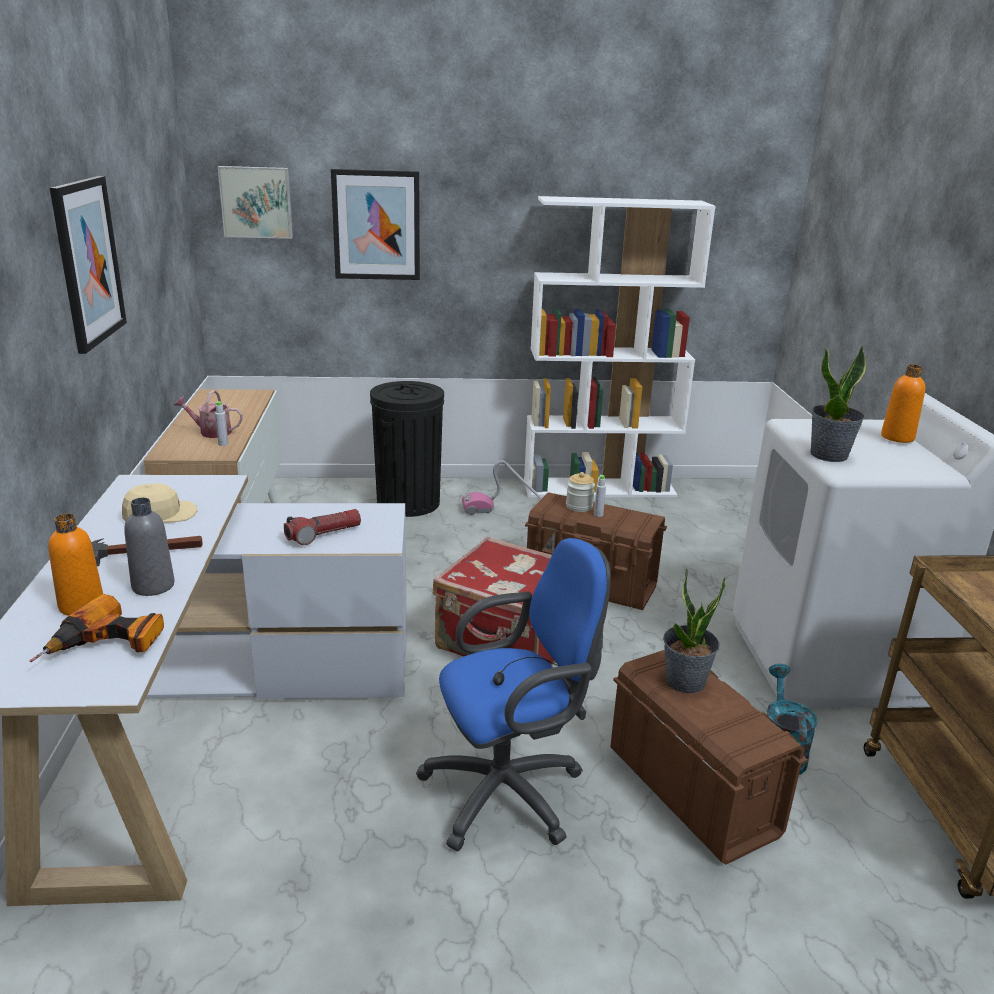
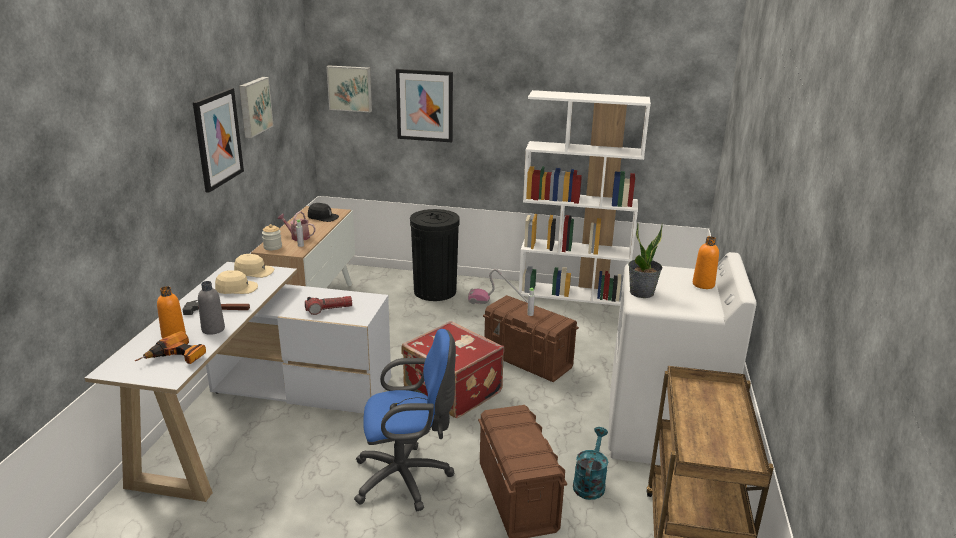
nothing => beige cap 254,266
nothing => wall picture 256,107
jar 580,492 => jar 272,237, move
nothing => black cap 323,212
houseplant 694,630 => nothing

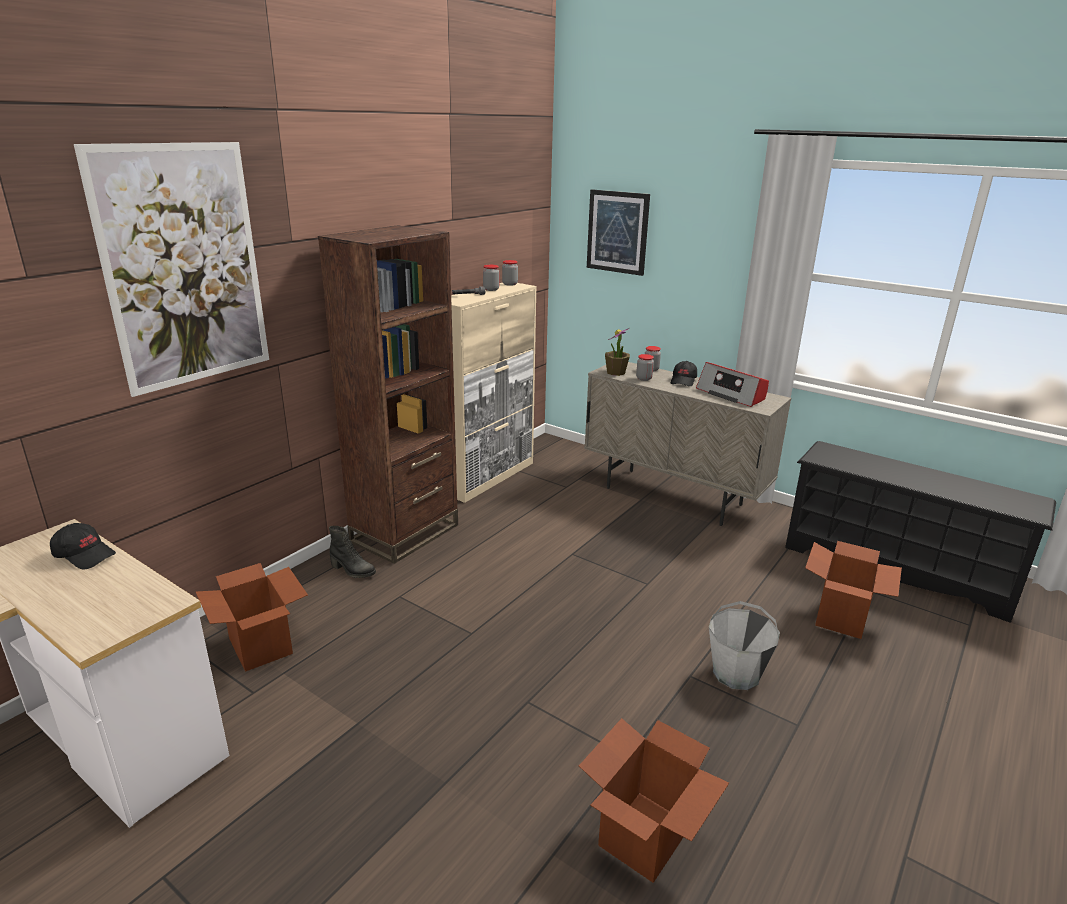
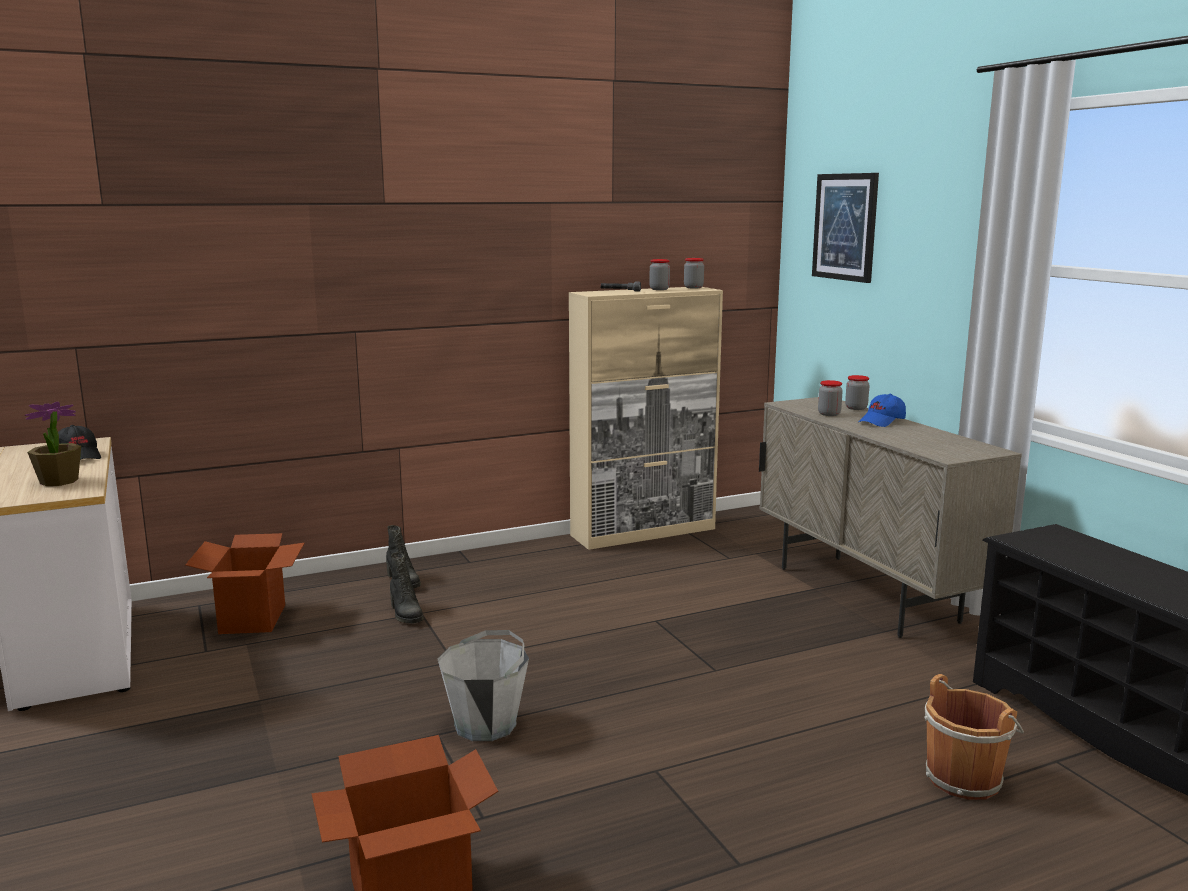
houseplant 617,352 => houseplant 52,444, move
nothing => black boot 406,587
greyish water bucket 744,645 => greyish water bucket 483,685, move
black cap 684,373 => bluish cap 882,410
carton 853,590 => brown water bucket 974,737
wall picture 171,269 => nothing
brown bookshelf 388,394 => nothing
radio 732,384 => nothing

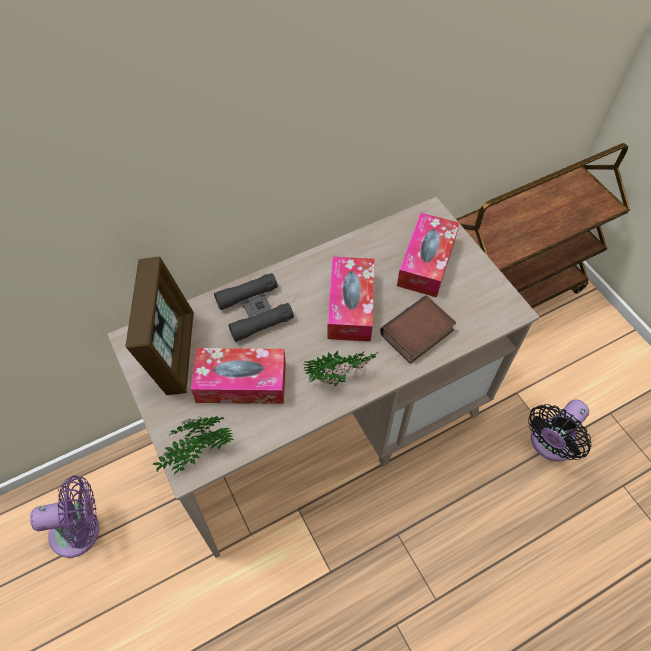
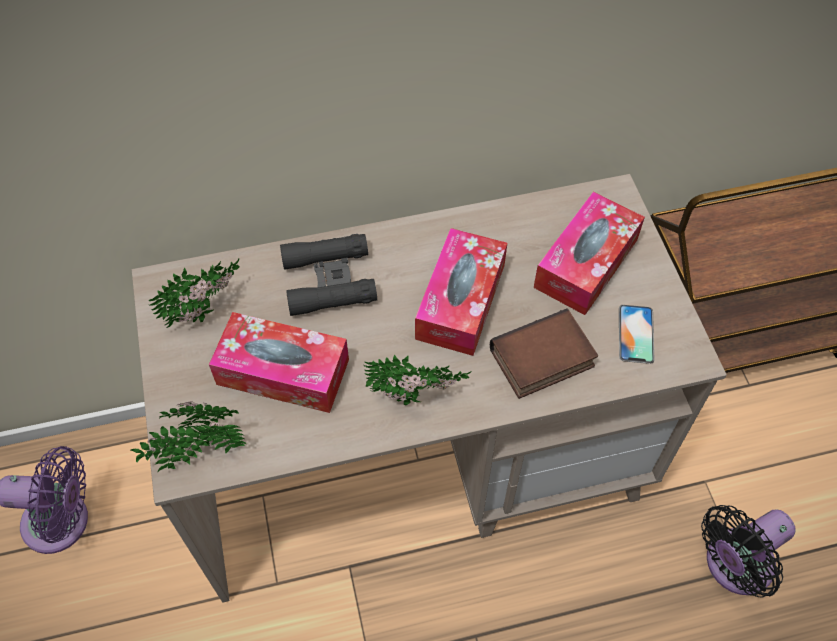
photo frame 159,326 => houseplant 194,293
nothing => telephone 637,334

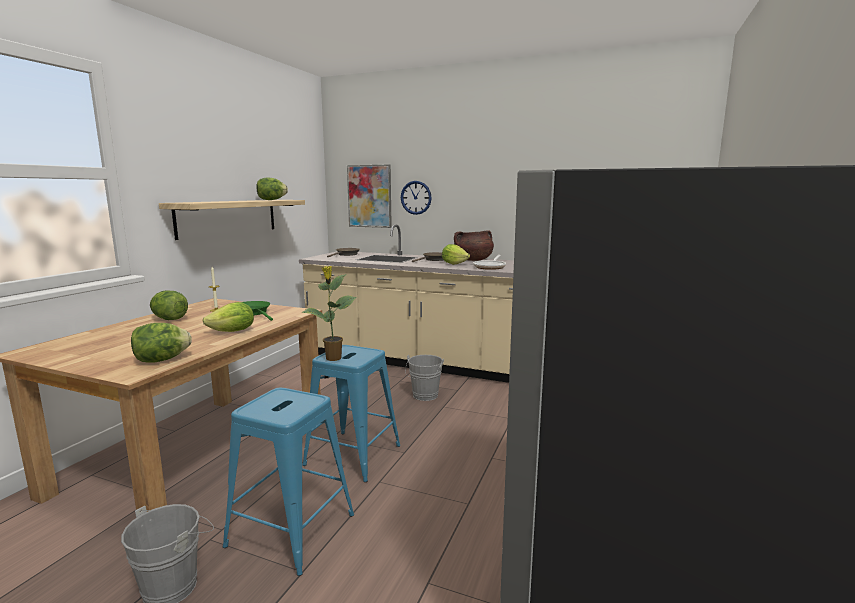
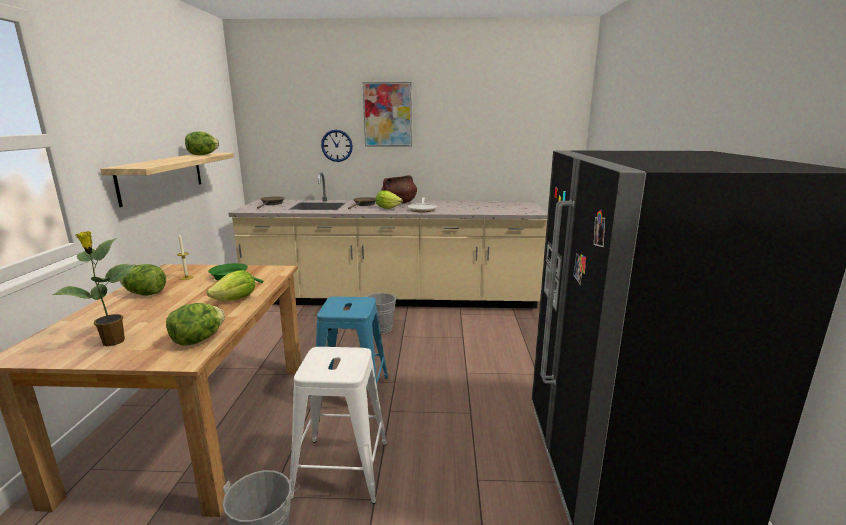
houseplant 329,313 => houseplant 94,288, move
bluish stool seat 288,482 => white stool seat 338,425
wall picture 369,196 => wall picture 387,114, move

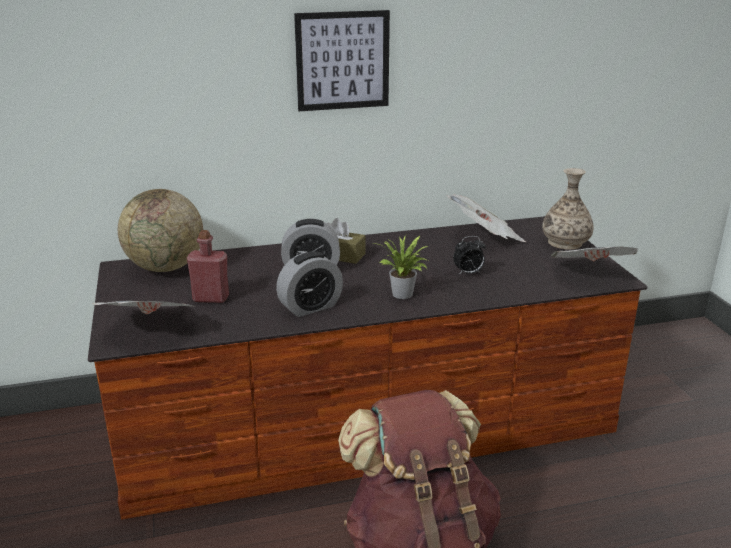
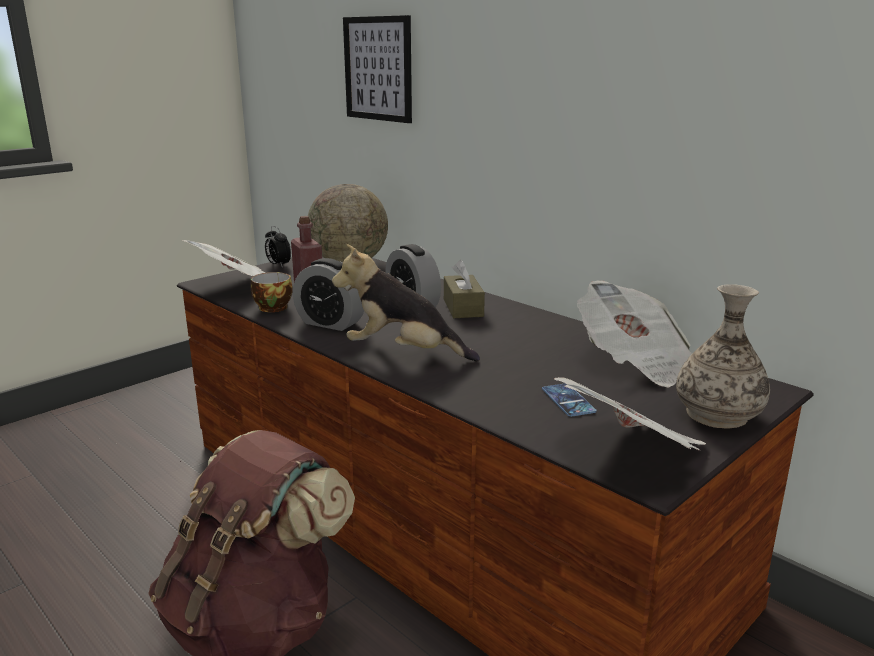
nothing => cup 272,292
bedside clock 469,255 => bedside clock 278,247, move
houseplant 400,267 => plush toy 406,302
wall picture 342,60 => wall picture 377,69, move
nothing => telephone 569,400

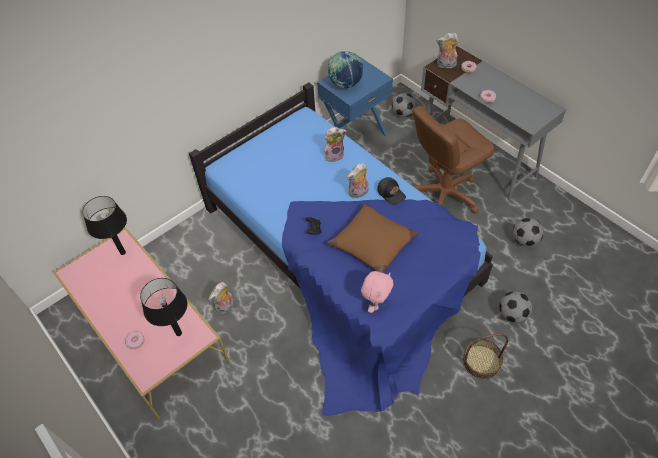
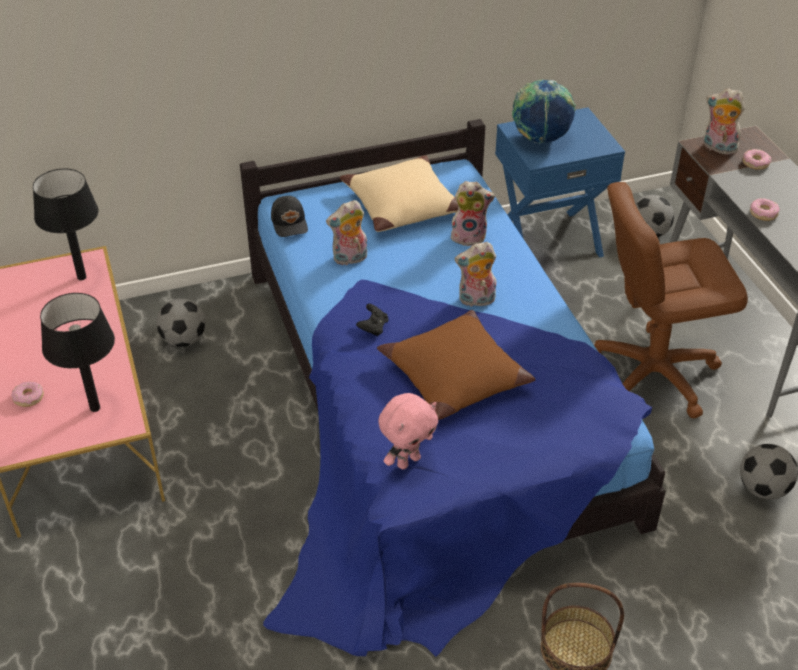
football ball 515,307 => football ball 181,322, move
black cap 391,191 => black cap 289,216, move
plush toy 221,298 => plush toy 346,232, move
nothing => beige cushion 399,193

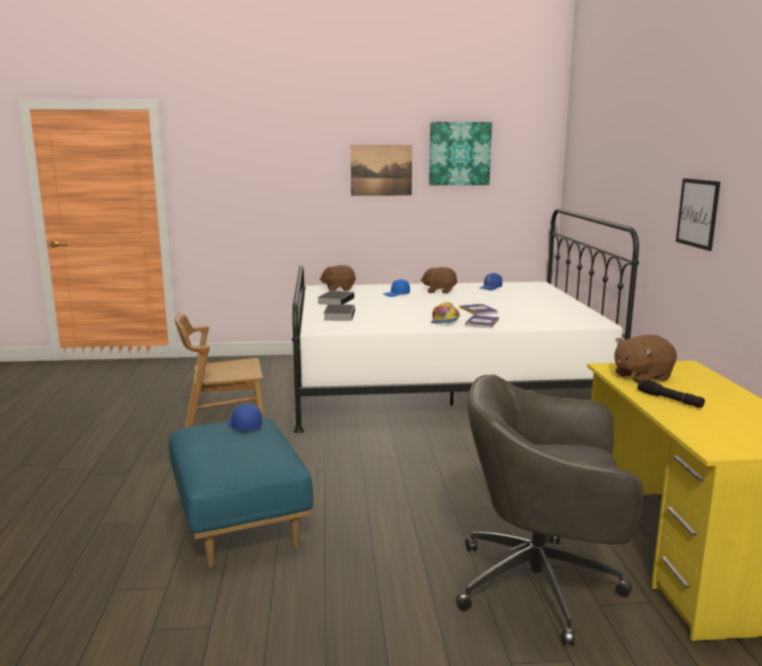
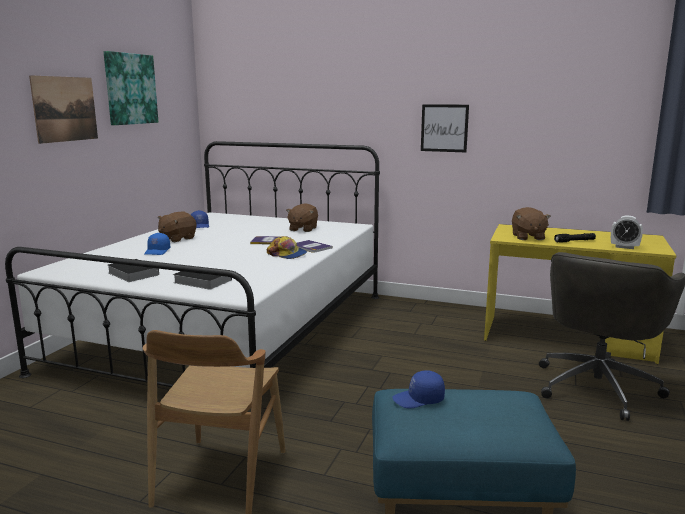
brown plush toy 338,278 => brown plush toy 302,217, move
nothing => bedside clock 627,232

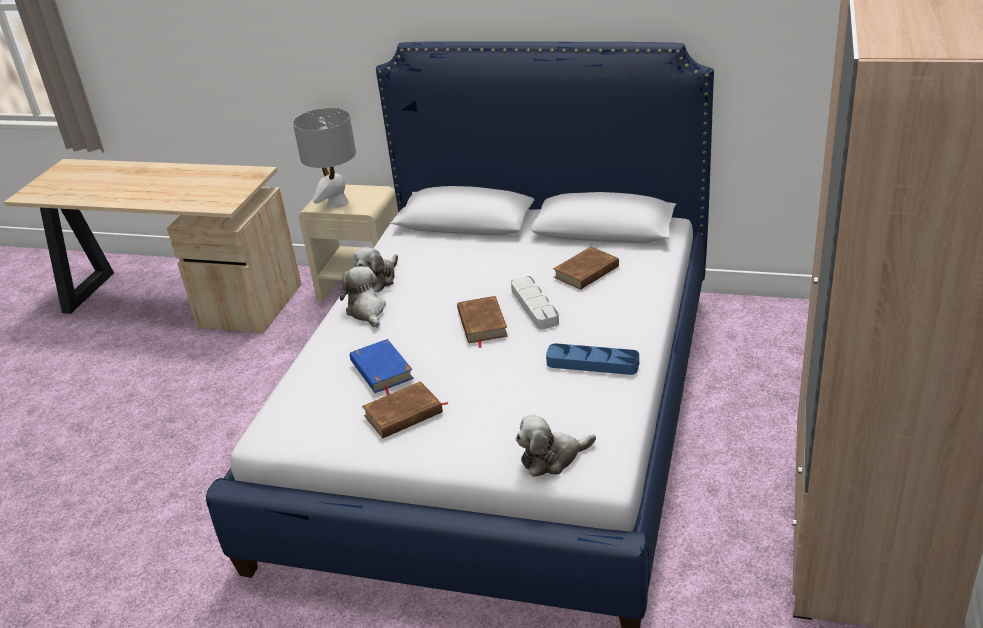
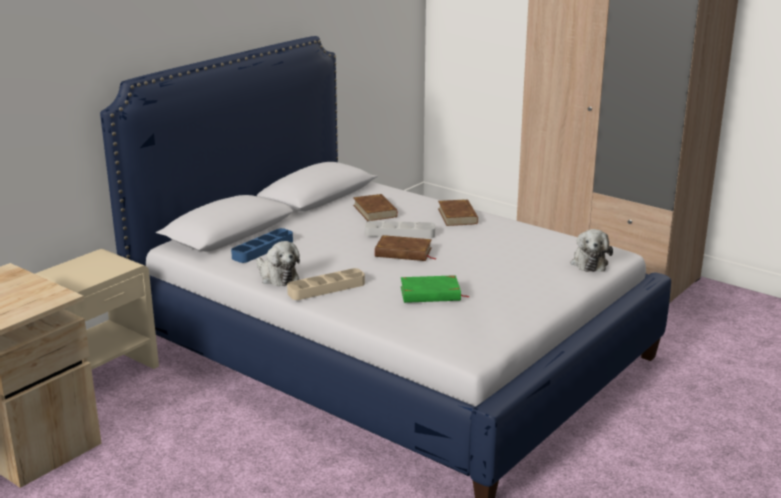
bluish carrying tray 592,359 => bluish carrying tray 262,245, move
plush toy 363,297 => beige carrying tray 326,284
bluish volume 382,367 => green-coloured volume 435,289
brown volume 405,409 => brown volume 458,212, move
greyish lamp for a table 324,158 => nothing

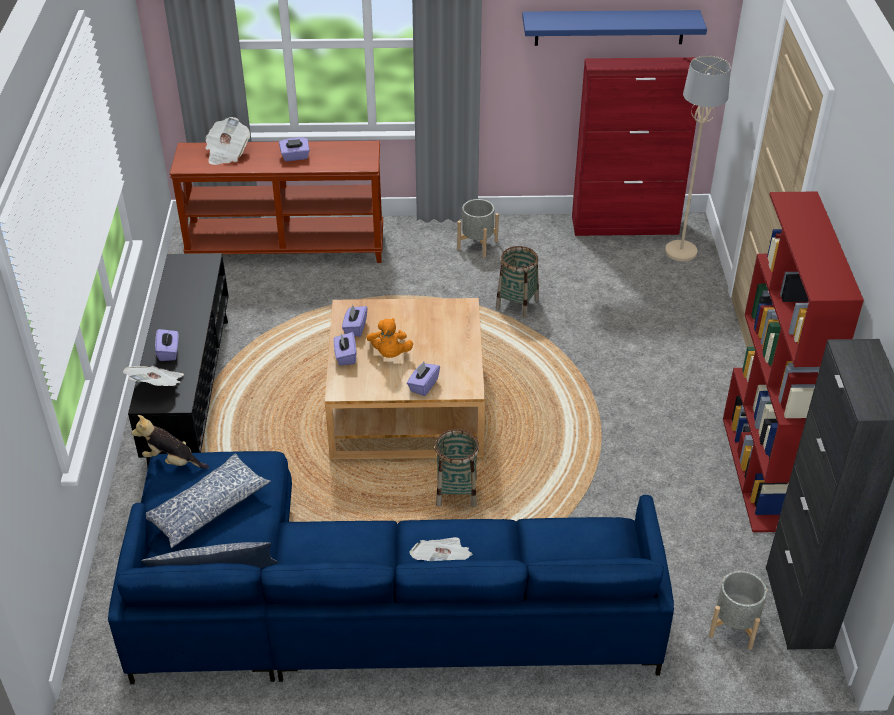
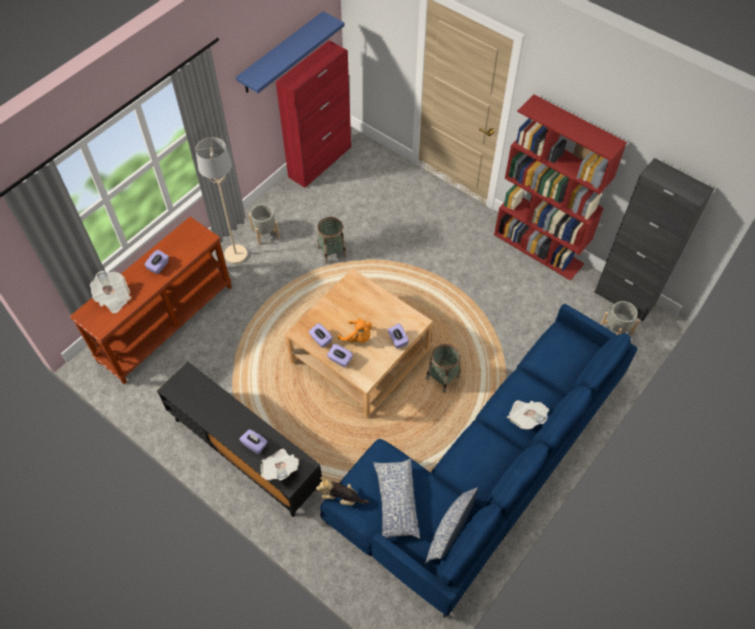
beige standard lamp 698,158 => beige standard lamp 221,200, move
plush toy 170,442 => plush toy 343,491, 45 degrees clockwise

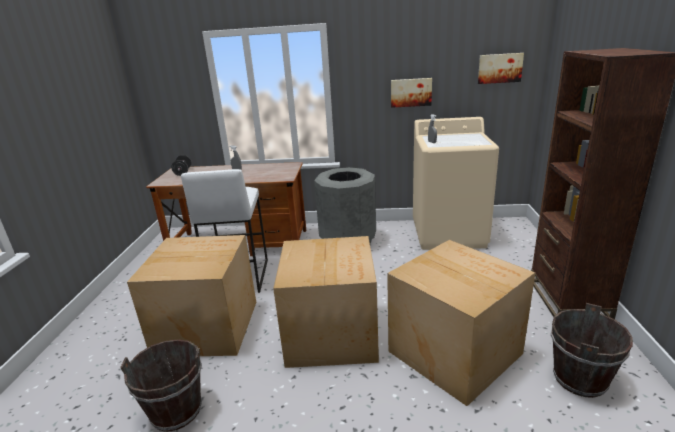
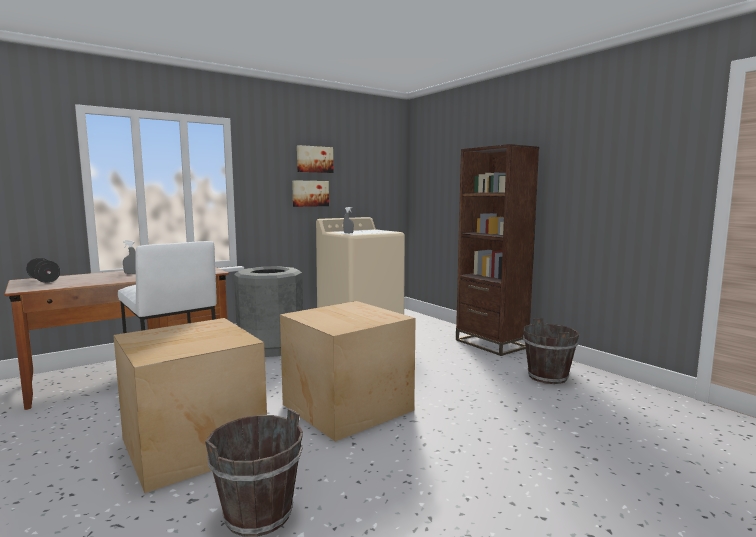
wall picture 501,68 => wall picture 315,159, move
carton 461,323 => nothing

